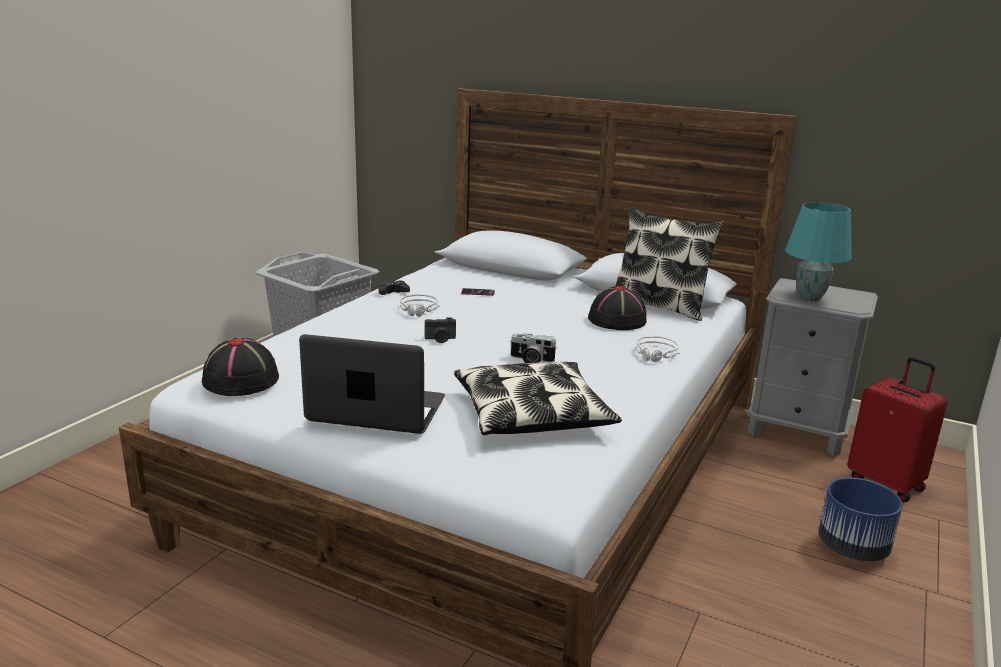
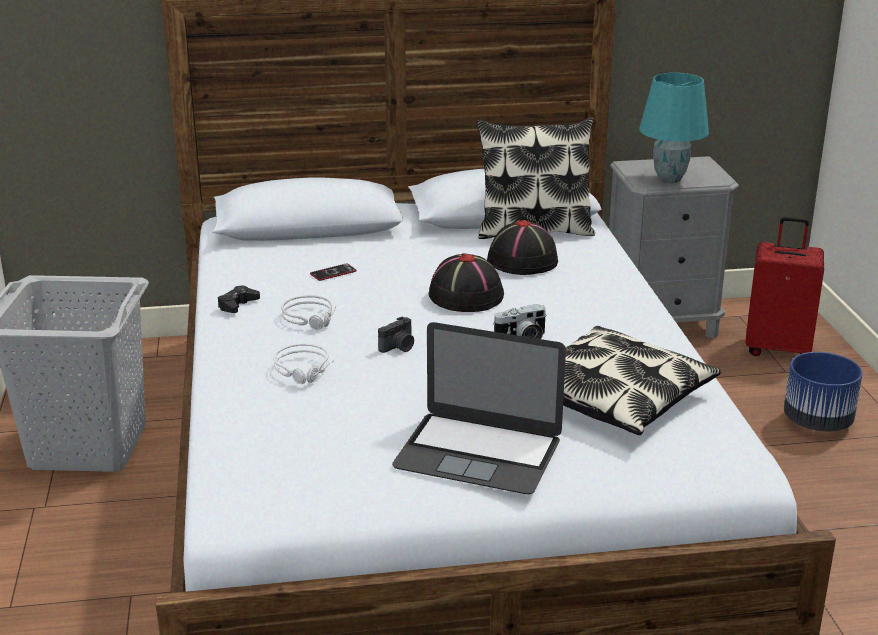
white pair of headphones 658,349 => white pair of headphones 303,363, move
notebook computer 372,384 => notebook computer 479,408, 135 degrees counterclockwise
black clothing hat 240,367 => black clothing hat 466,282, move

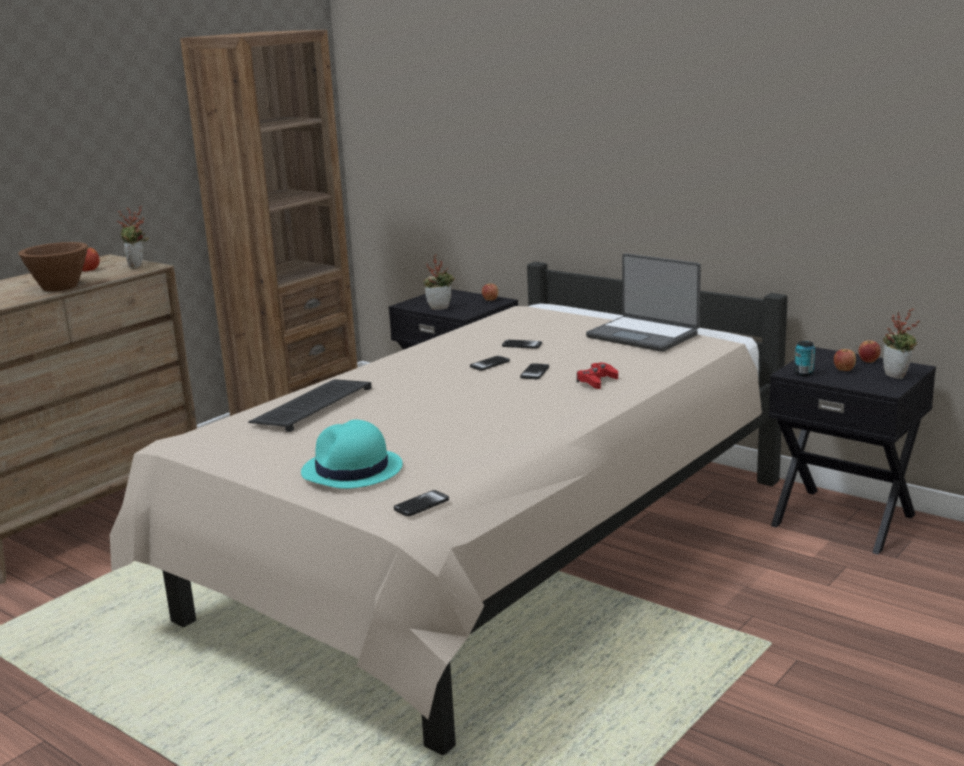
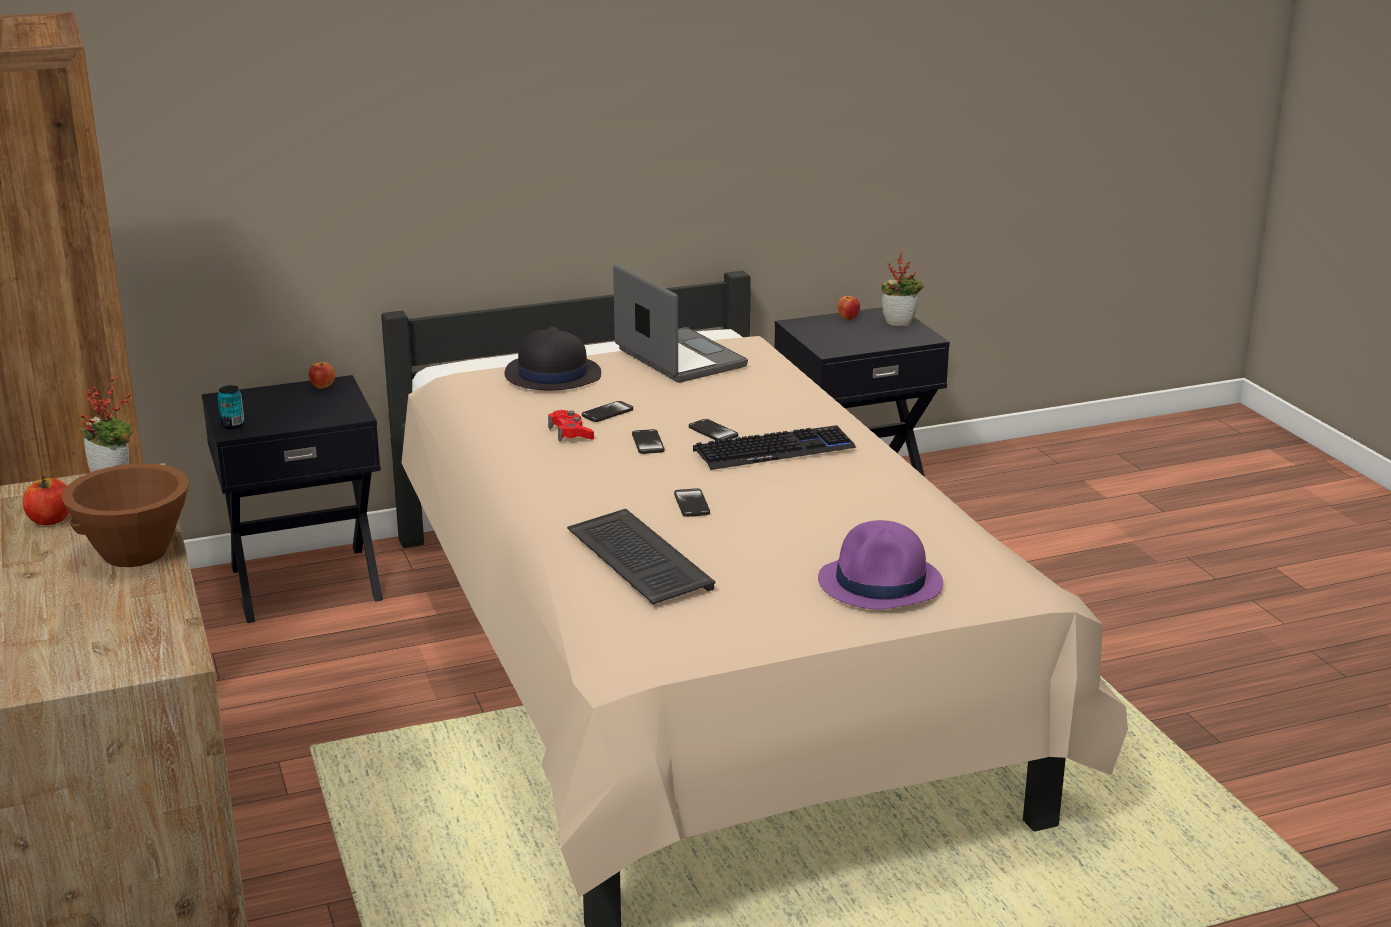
can 804,358 => can 231,407, move
nothing => black clothing hat 552,358
reddish gamepad 597,376 => reddish gamepad 571,426, move
notebook computer 643,302 => notebook computer 680,324, 105 degrees counterclockwise
telephone 421,503 => telephone 692,502, move
nothing => keyboard 775,447
turquoise clothing hat 352,454 => purple clothing hat 880,565
houseplant 439,282 => nothing
apple fruit 845,360 => nothing

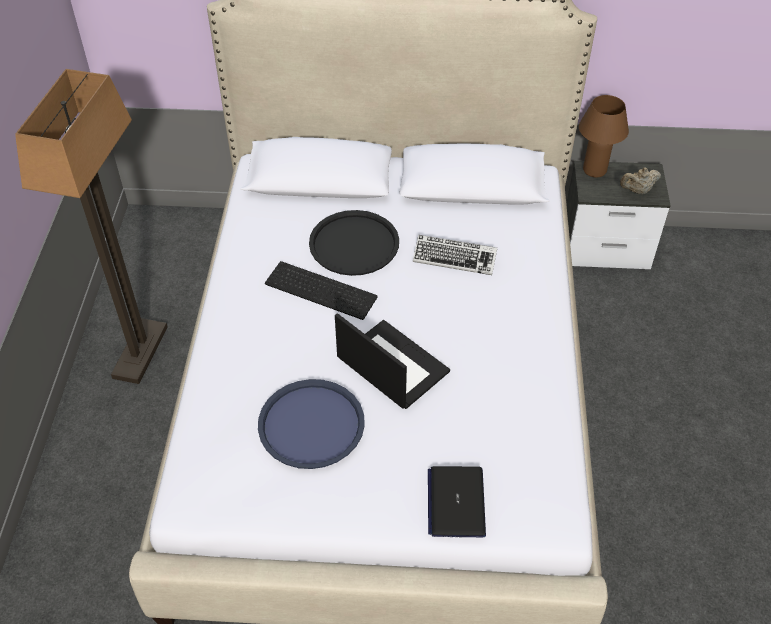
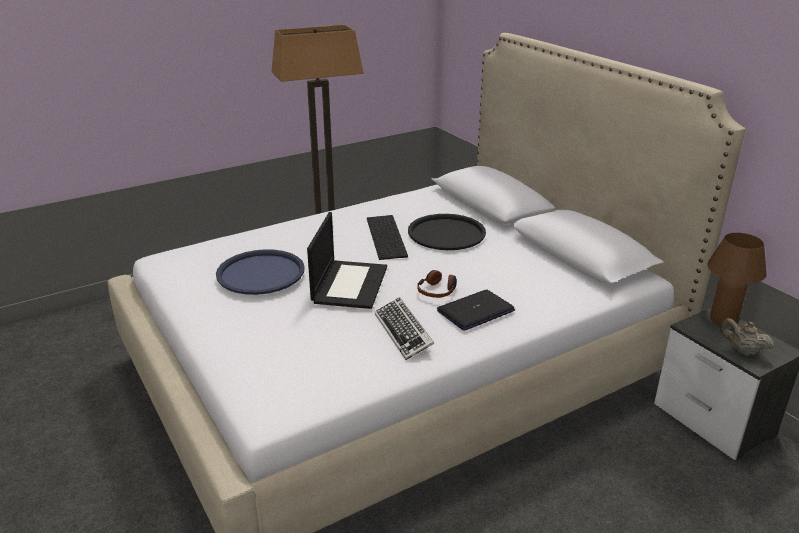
keyboard 455,255 => keyboard 404,328, move
nothing => pair of headphones 437,284
notebook computer 457,501 => notebook computer 476,310, move

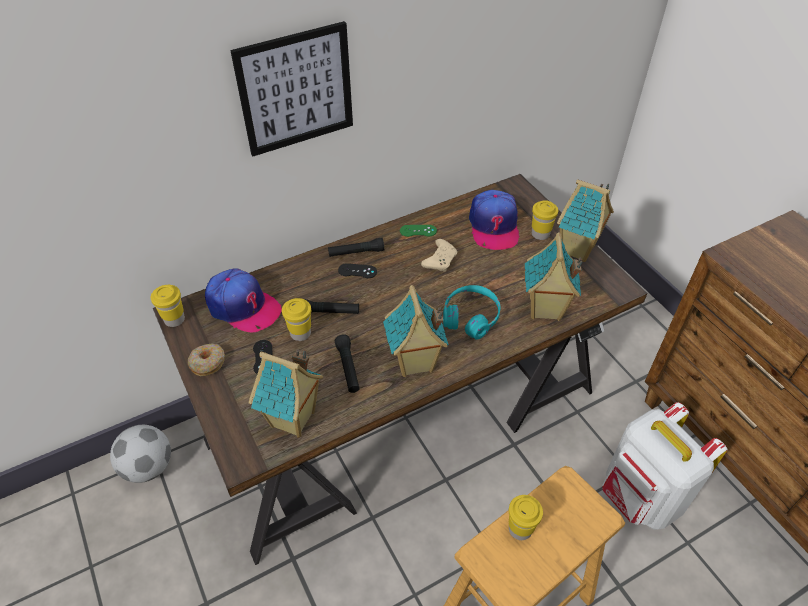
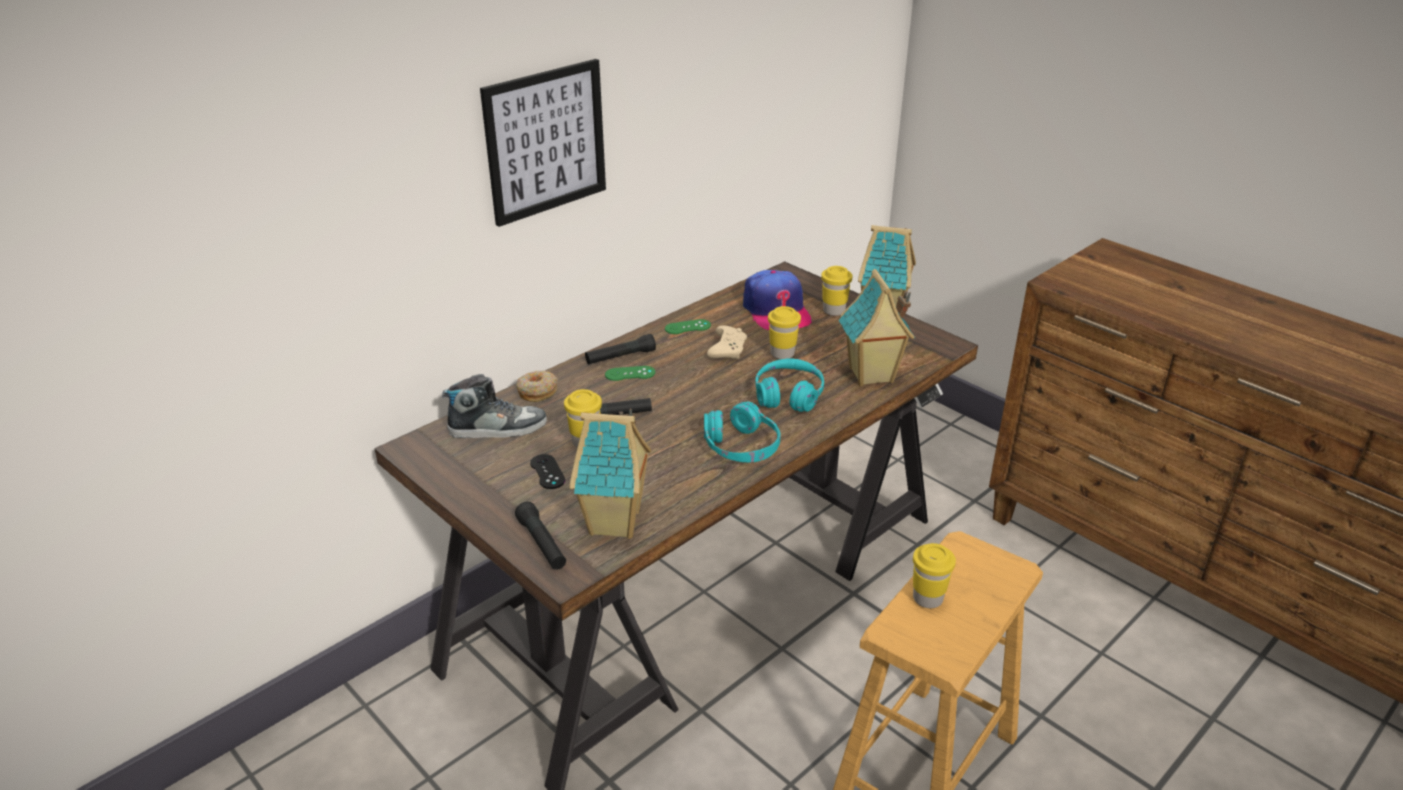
cap 243,300 => item of footwear 494,406
black hand torch 347,363 => black hand torch 540,536, move
donut 206,359 => donut 536,386, move
black gamepad 357,270 => green-coloured gamepad 630,373
miniature house 416,331 => turquoise pair of headphones 742,432
yellow cup 168,306 => yellow cup 784,332, move
football ball 140,454 => nothing
white rucksack 665,466 => nothing

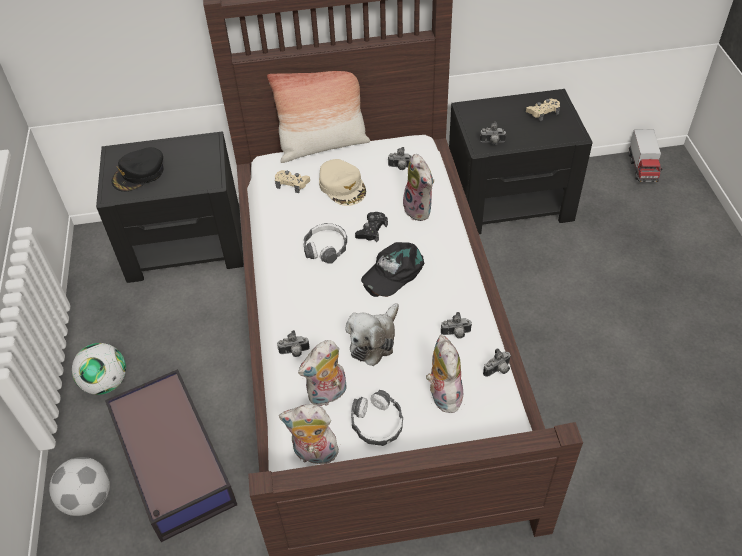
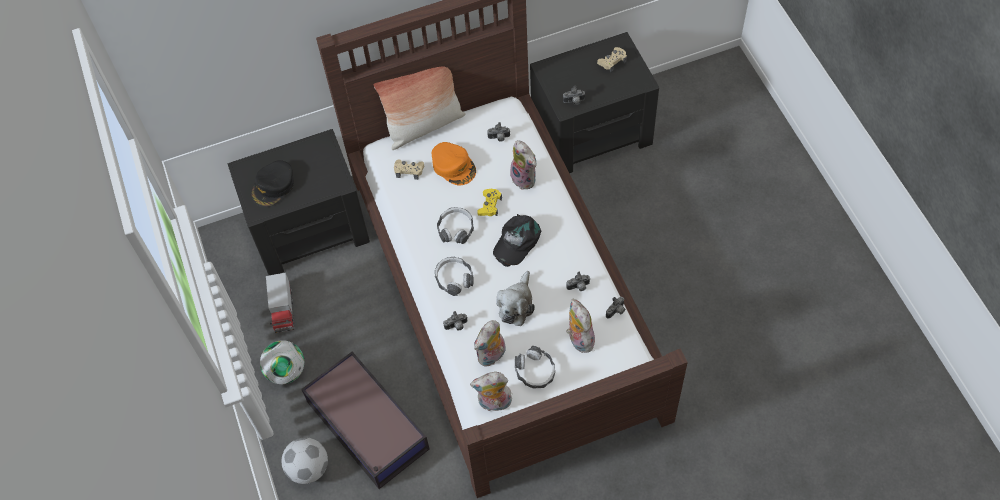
model truck 646,155 => model truck 280,303, move
beige cap 342,182 => orange cap 454,164
nothing => pair of headphones 454,276
black gamepad 371,227 => yellow gamepad 489,202

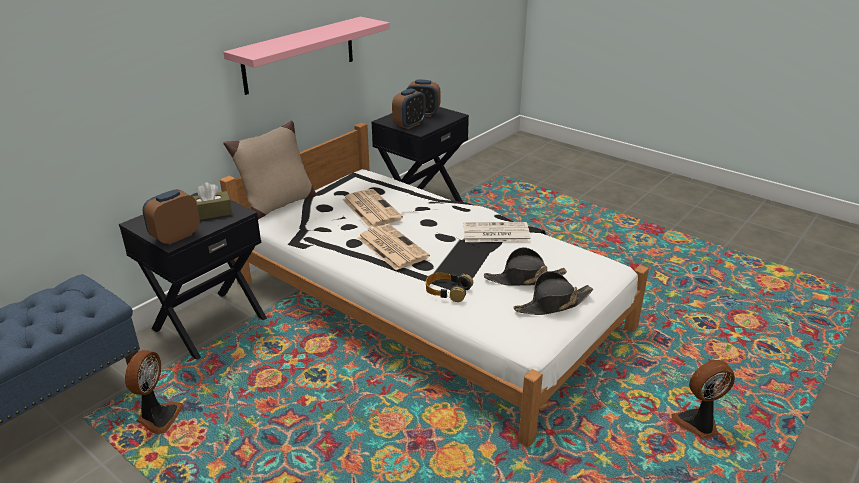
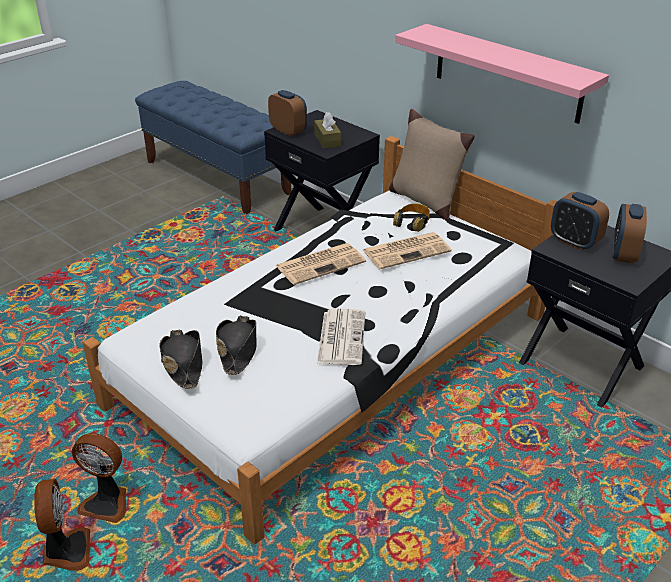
fan 154,392 => fan 99,478, move
pair of headphones 449,287 => pair of headphones 411,217, move

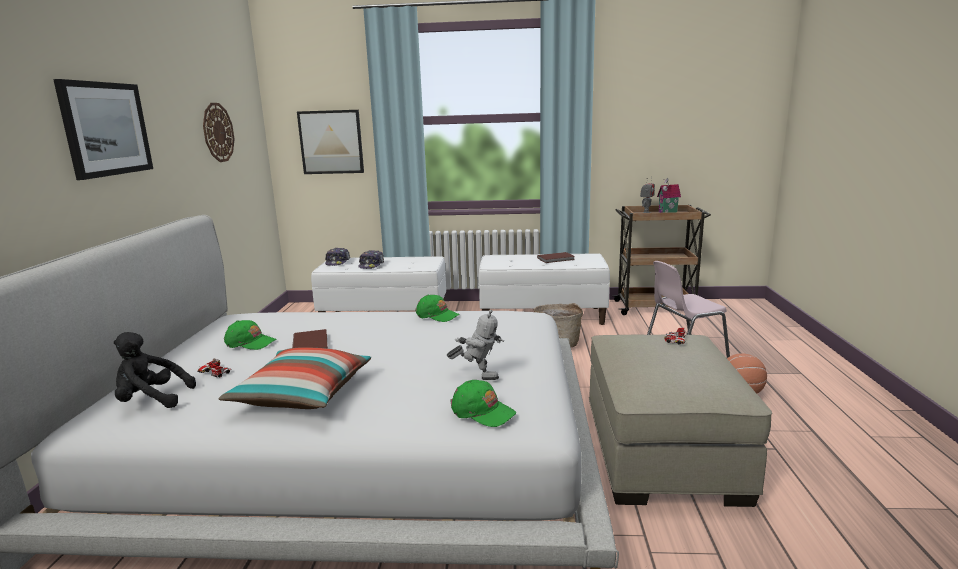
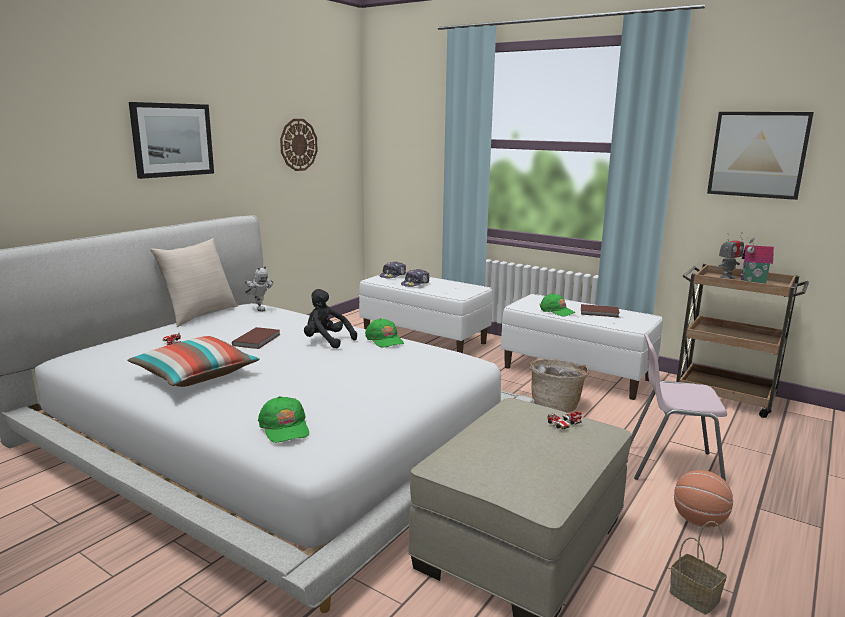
nothing => beige cushion 194,282
toy robot 475,345 => toy robot 258,288, move
black plush toy 155,370 => black plush toy 330,318, move
green-coloured cap 250,335 => green-coloured cap 557,304, move
nothing => storage basket 698,568
wall picture 330,142 => wall picture 760,156, move

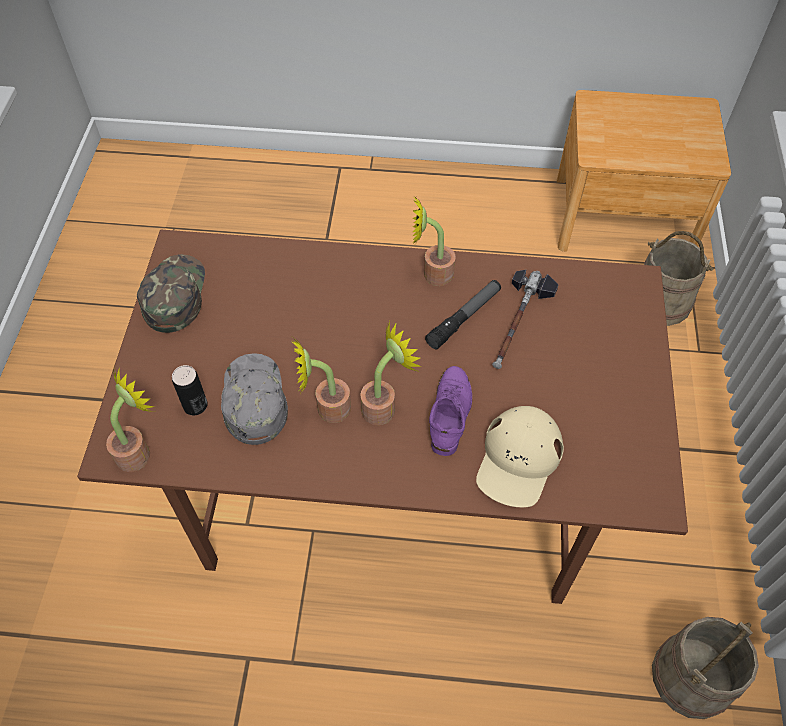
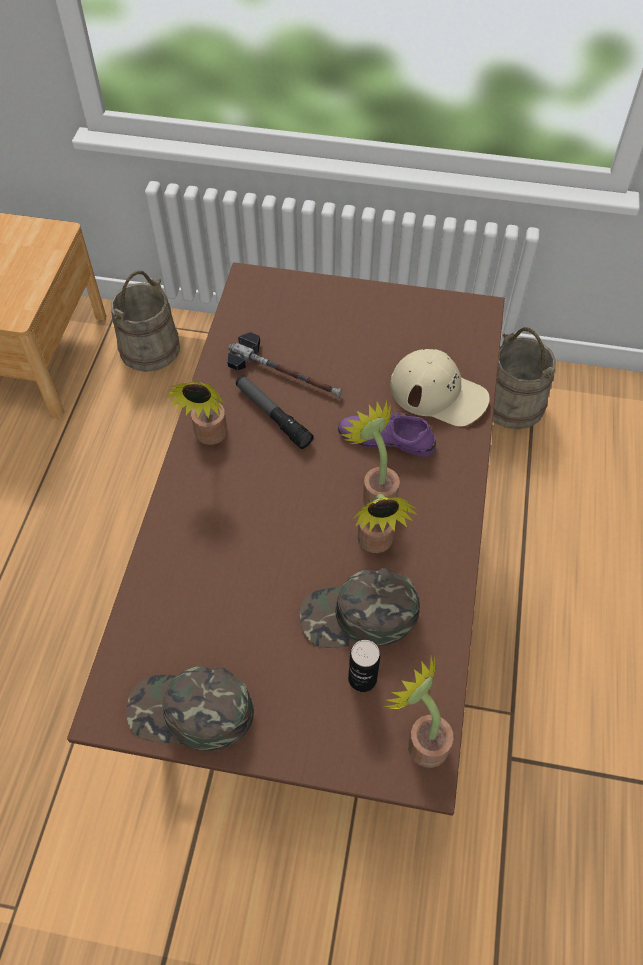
greyish cap 254,399 => green-coloured cap 360,608

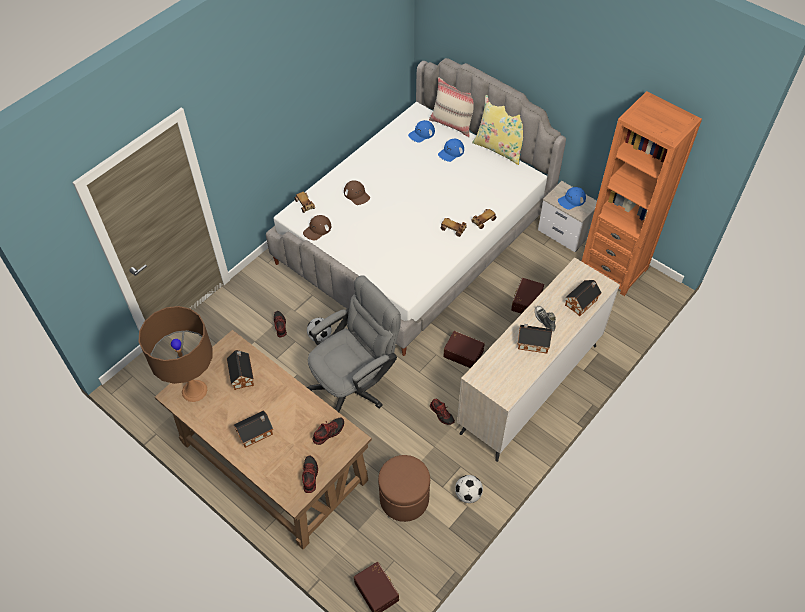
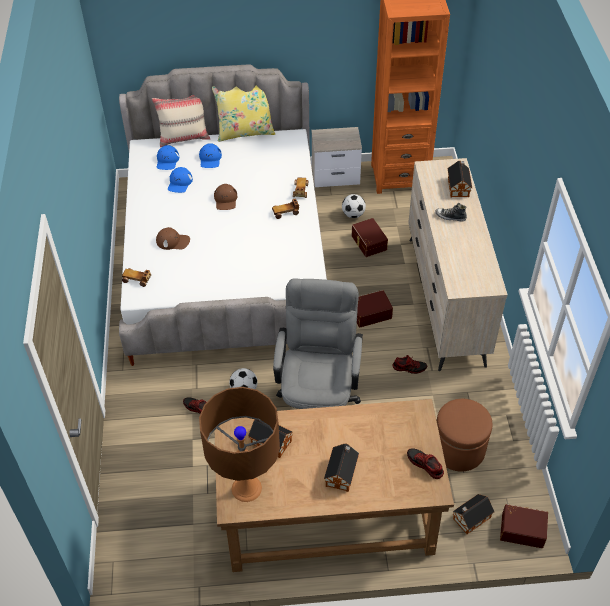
bluish cap 572,198 => bluish cap 180,180, move
brown cap 317,228 => brown cap 225,197, move
football ball 469,489 => football ball 354,206, move
miniature house 535,339 => miniature house 473,514, move
item of footwear 328,431 => nothing

